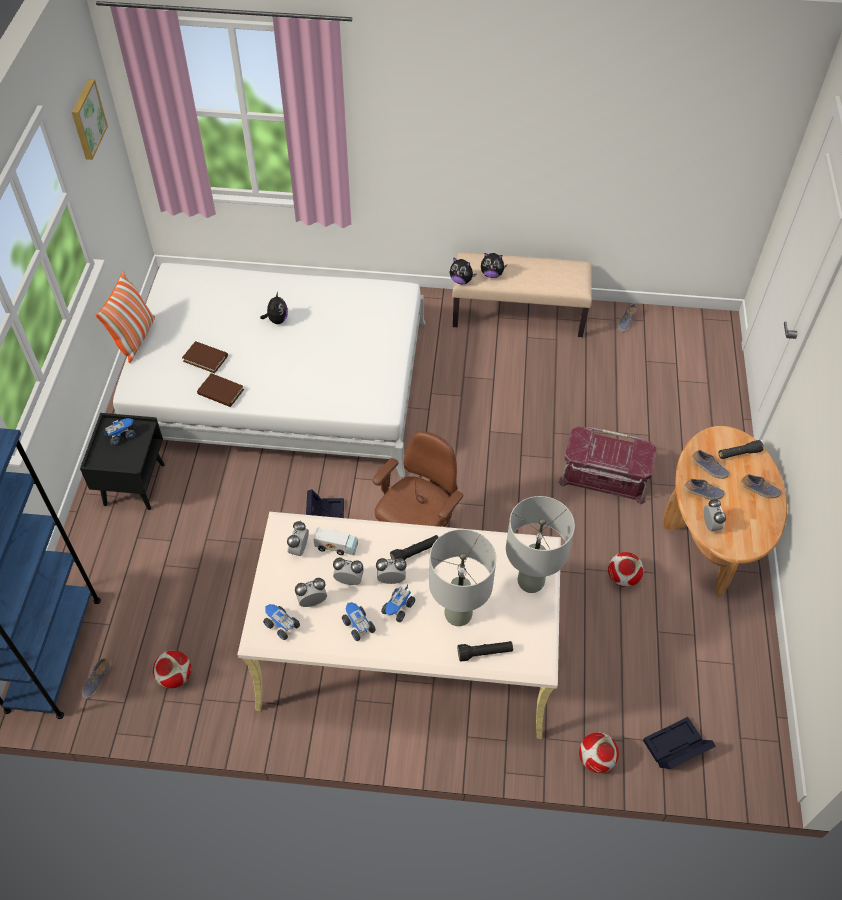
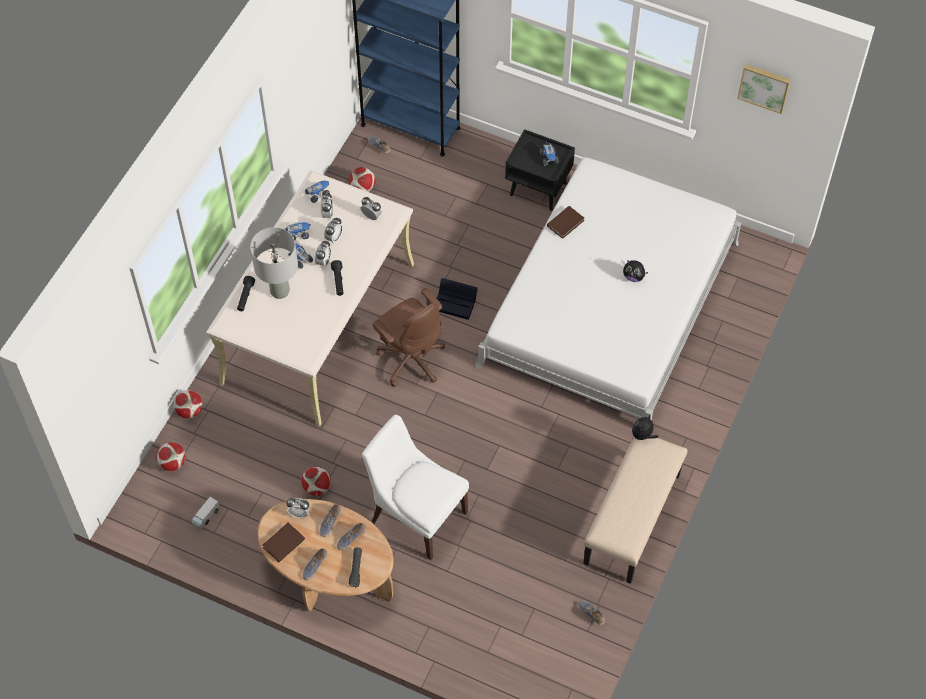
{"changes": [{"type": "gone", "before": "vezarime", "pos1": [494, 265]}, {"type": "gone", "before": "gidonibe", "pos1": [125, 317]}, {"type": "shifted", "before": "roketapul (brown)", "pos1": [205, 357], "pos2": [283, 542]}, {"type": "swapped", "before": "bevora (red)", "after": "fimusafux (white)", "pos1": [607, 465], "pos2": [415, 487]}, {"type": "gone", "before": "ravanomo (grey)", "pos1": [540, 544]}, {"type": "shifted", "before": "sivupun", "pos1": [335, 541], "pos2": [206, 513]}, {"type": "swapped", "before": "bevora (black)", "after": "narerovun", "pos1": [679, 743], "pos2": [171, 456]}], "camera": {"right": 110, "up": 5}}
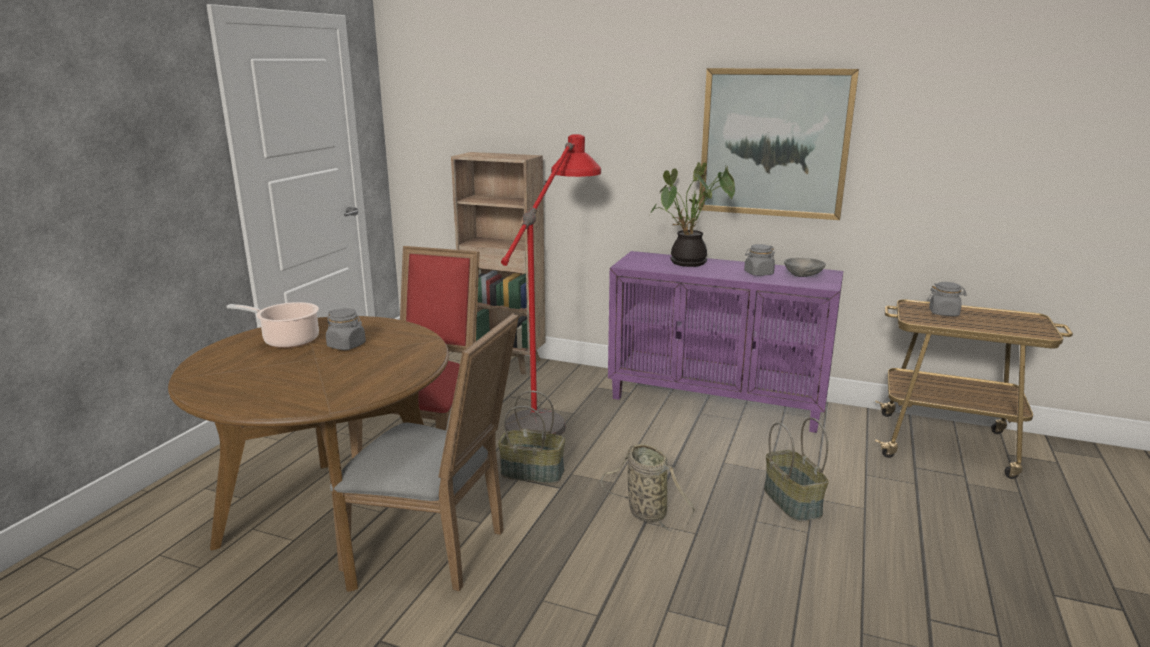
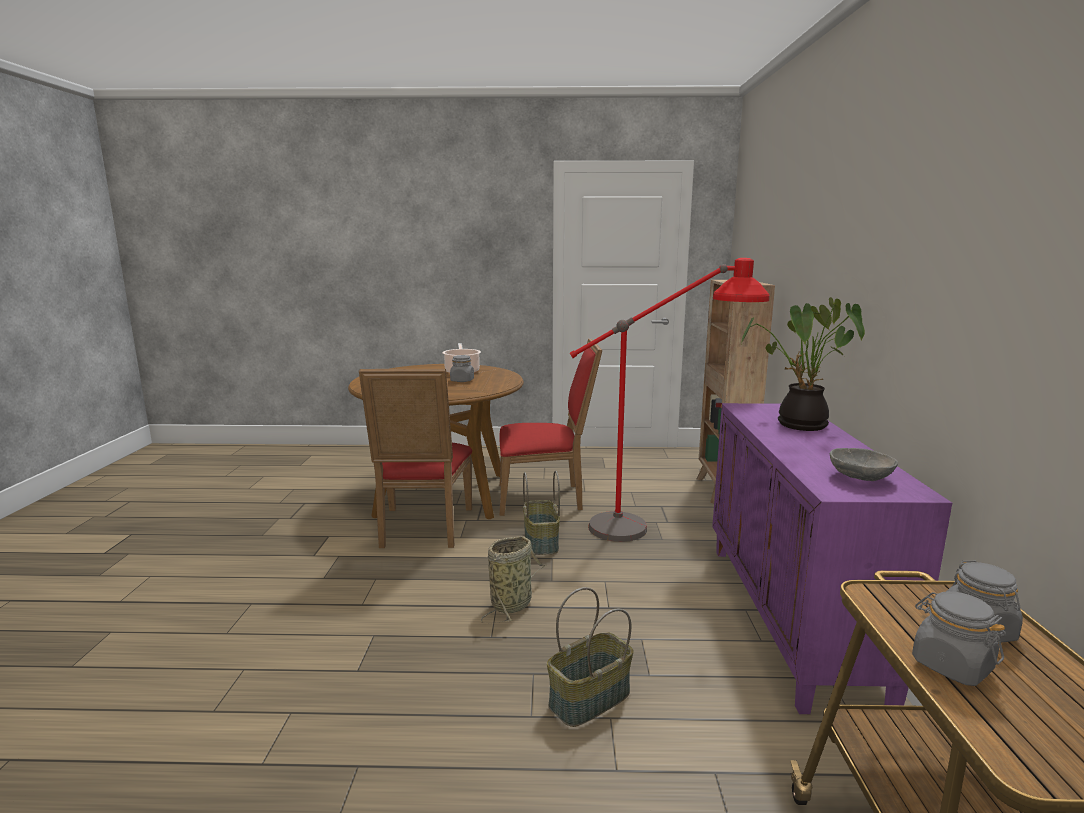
{"changes": [{"type": "gone", "before": "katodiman", "pos1": [778, 144]}, {"type": "shifted", "before": "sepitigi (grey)", "pos1": [759, 260], "pos2": [959, 638]}, {"type": "repainted", "before": "fimusafux (grey)", "after": "fimusafux (red)", "pos1": [424, 452], "pos2": [415, 458]}], "camera": {"right": 70, "up": -5}}
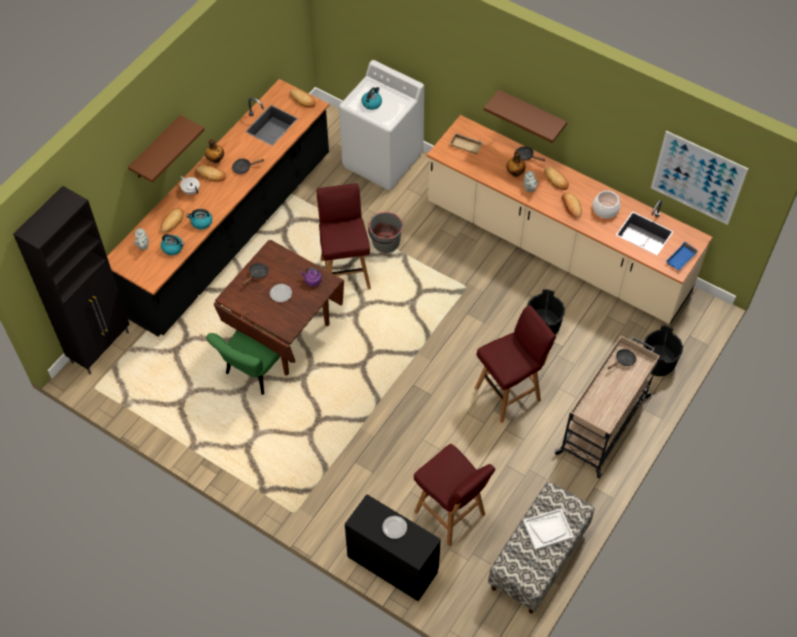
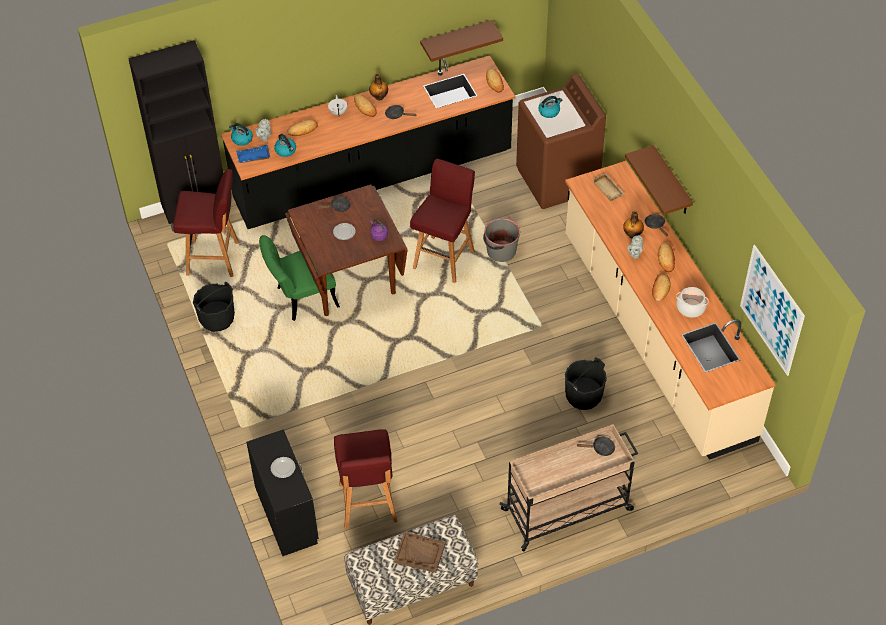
{"changes": [{"type": "repainted", "before": "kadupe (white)", "after": "kadupe (brown)", "pos1": [381, 125], "pos2": [561, 141]}, {"type": "shifted", "before": "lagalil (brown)", "pos1": [166, 149], "pos2": [461, 41]}, {"type": "shifted", "before": "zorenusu", "pos1": [199, 219], "pos2": [241, 134]}, {"type": "shifted", "before": "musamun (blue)", "pos1": [682, 256], "pos2": [253, 154]}, {"type": "shifted", "before": "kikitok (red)", "pos1": [515, 364], "pos2": [206, 223]}, {"type": "shifted", "before": "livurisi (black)", "pos1": [663, 351], "pos2": [214, 307]}, {"type": "repainted", "before": "musamun (white)", "after": "musamun (brown)", "pos1": [548, 529], "pos2": [420, 552]}], "camera": {"right": 35, "up": -5}}
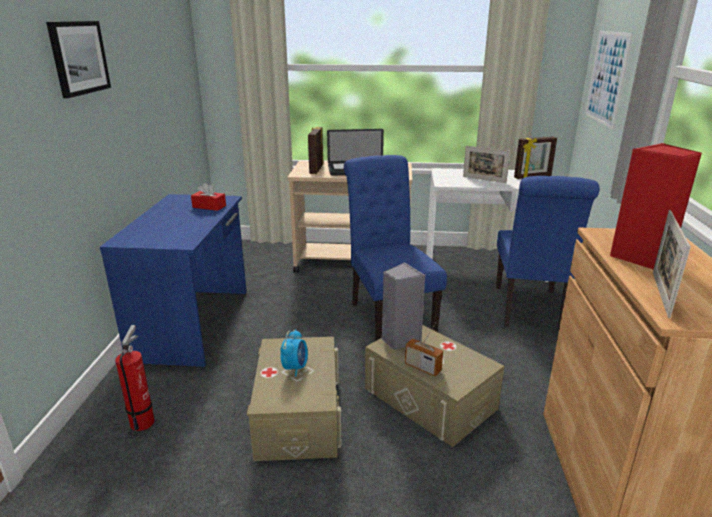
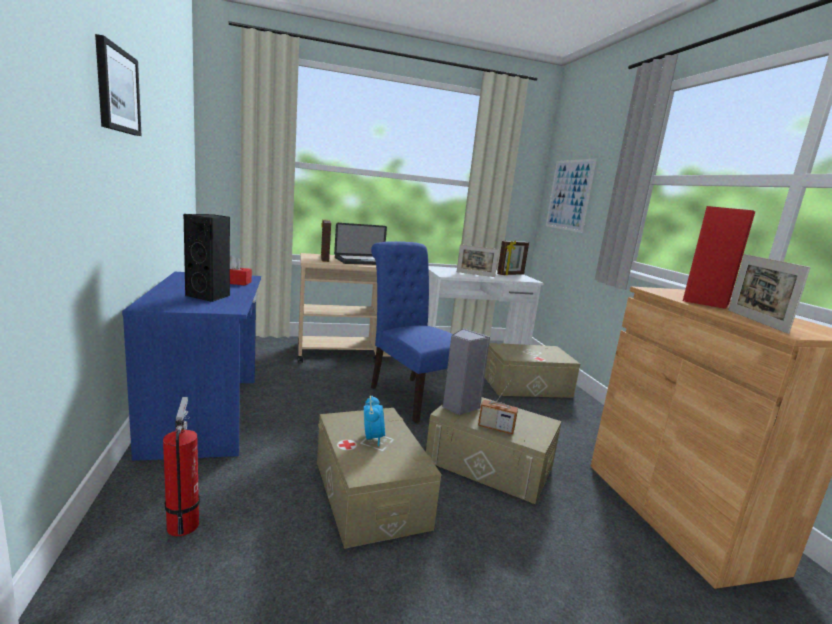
{"changes": [{"type": "swapped", "before": "fimusafux (blue)", "after": "bevora (beige)", "pos1": [547, 252], "pos2": [532, 370]}, {"type": "new", "after": "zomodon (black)", "pos2": [207, 258]}], "camera": {"right": -20, "up": -10}}
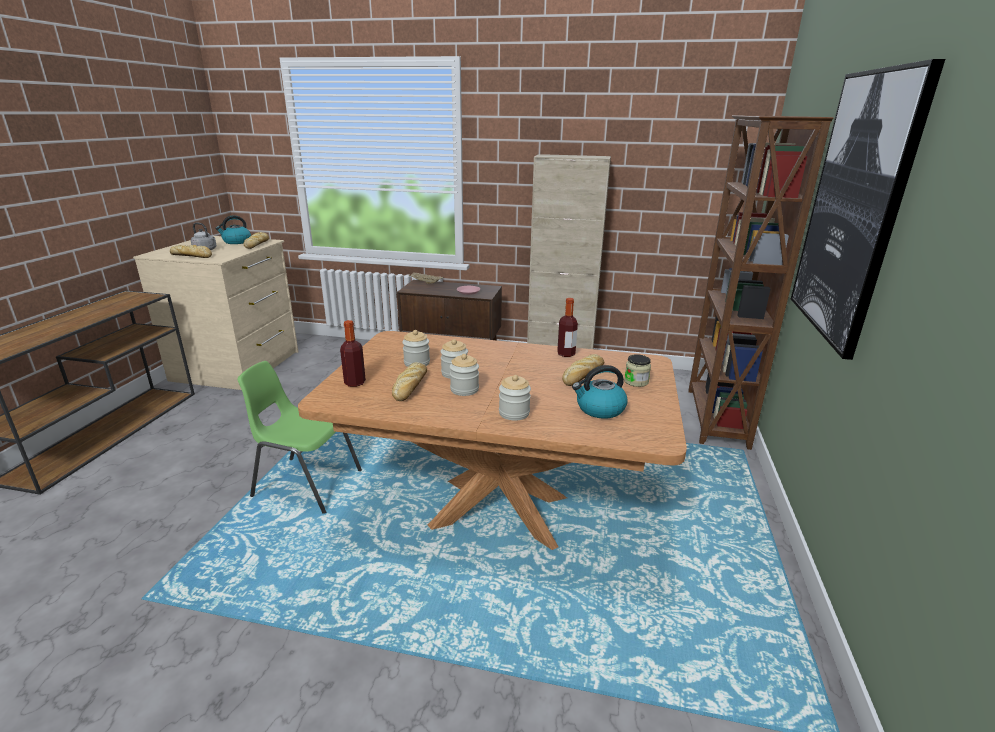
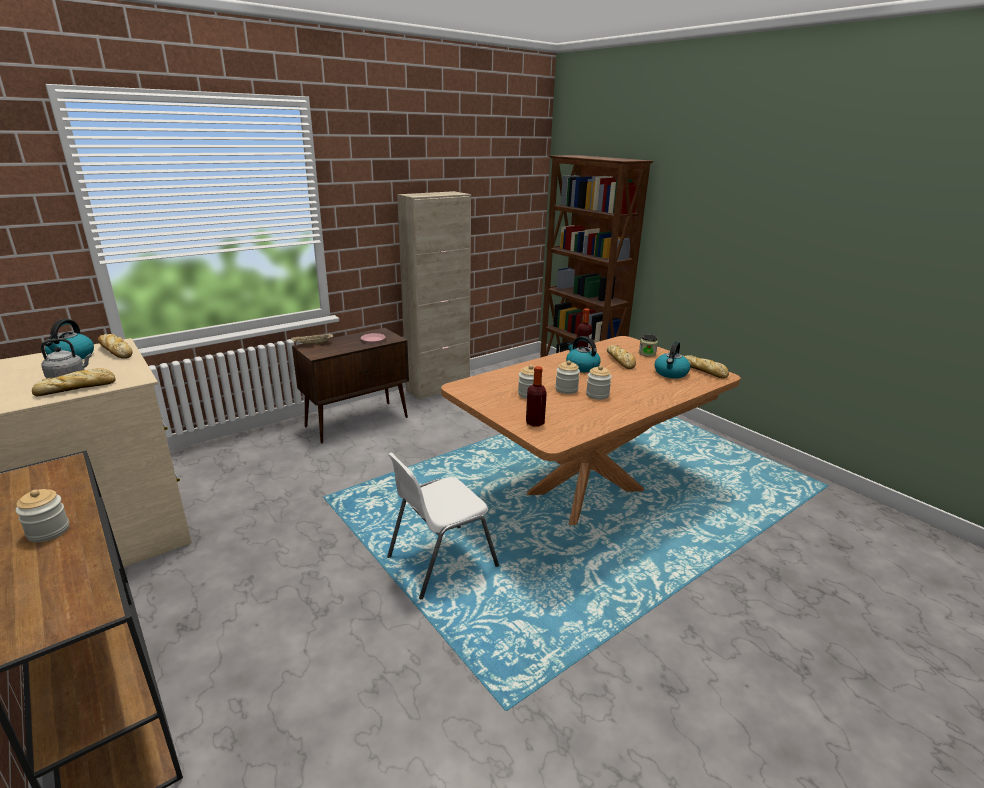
{"changes": [{"type": "gone", "before": "katodiman", "pos1": [868, 209]}, {"type": "repainted", "before": "fimusafux (green)", "after": "fimusafux (white)", "pos1": [300, 437], "pos2": [443, 525]}, {"type": "shifted", "before": "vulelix", "pos1": [409, 381], "pos2": [706, 367]}, {"type": "shifted", "before": "sepitigi", "pos1": [515, 398], "pos2": [42, 515]}, {"type": "new", "after": "zorenusu", "pos2": [583, 354]}], "camera": {"right": -50, "up": 0}}
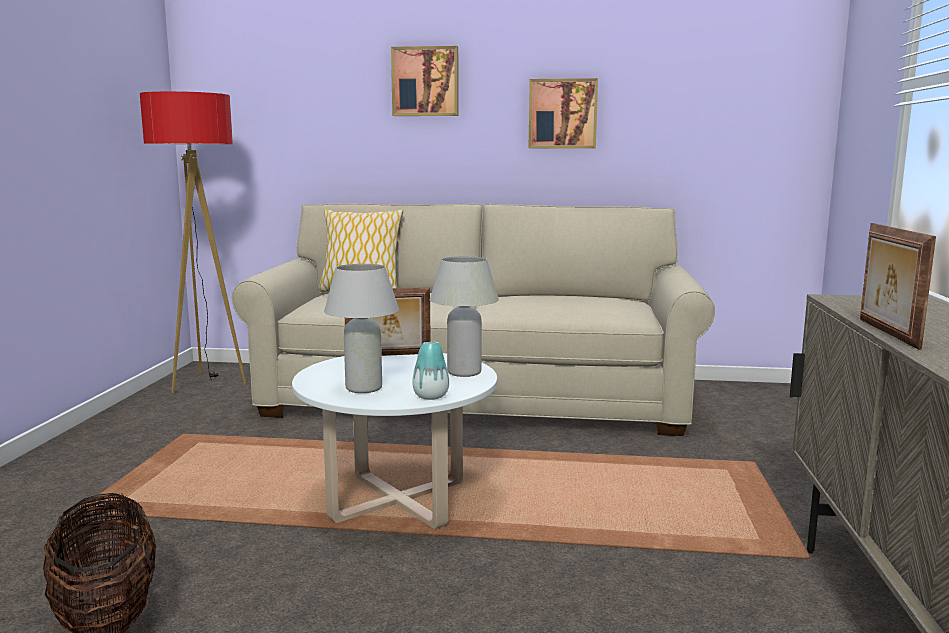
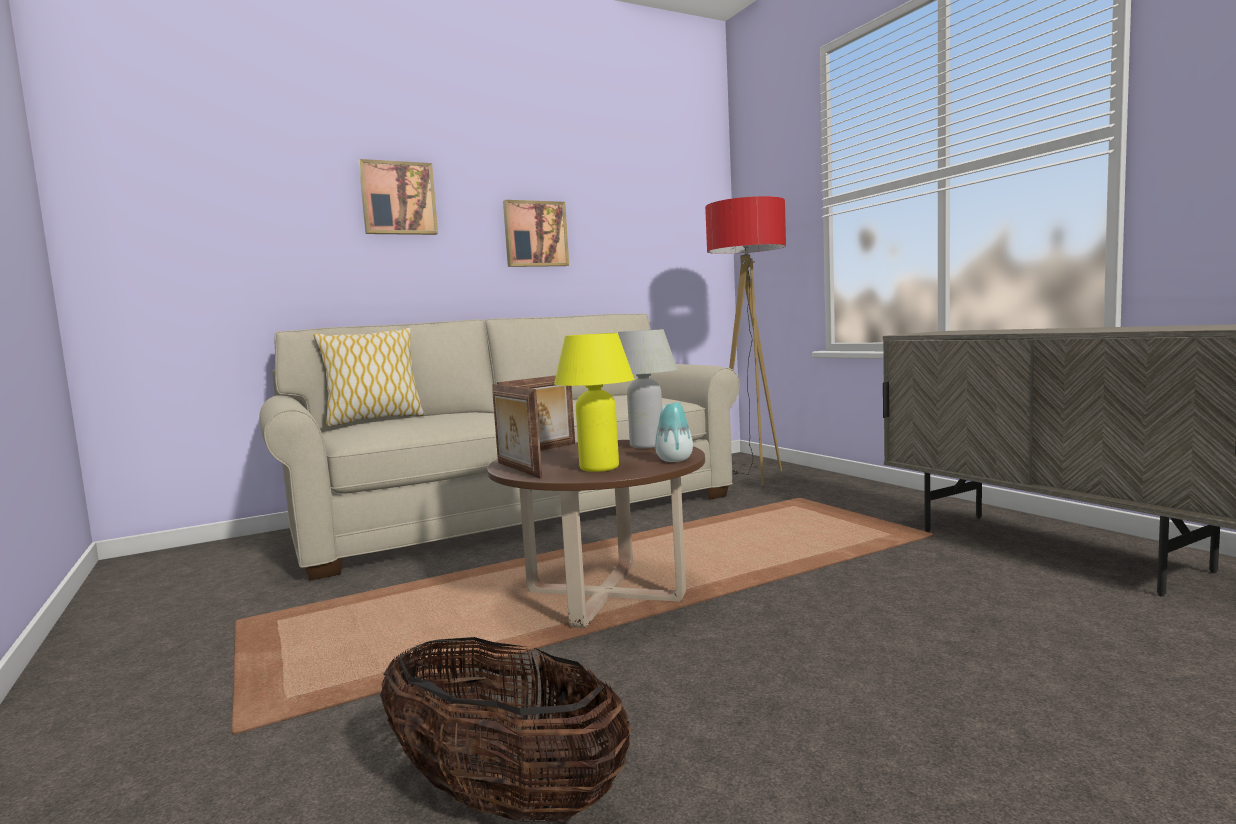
{"changes": [{"type": "shifted", "before": "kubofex", "pos1": [193, 242], "pos2": [745, 340]}, {"type": "shifted", "before": "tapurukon", "pos1": [898, 286], "pos2": [517, 431]}, {"type": "repainted", "before": "ravanomo (white)", "after": "ravanomo (yellow)", "pos1": [361, 328], "pos2": [594, 402]}, {"type": "repainted", "before": "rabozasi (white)", "after": "rabozasi (brown)", "pos1": [394, 441], "pos2": [596, 534]}], "camera": {"right": -35, "up": -5}}
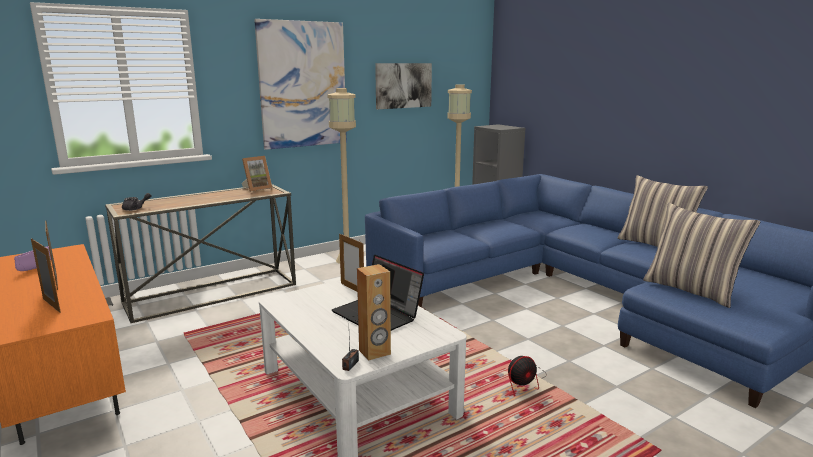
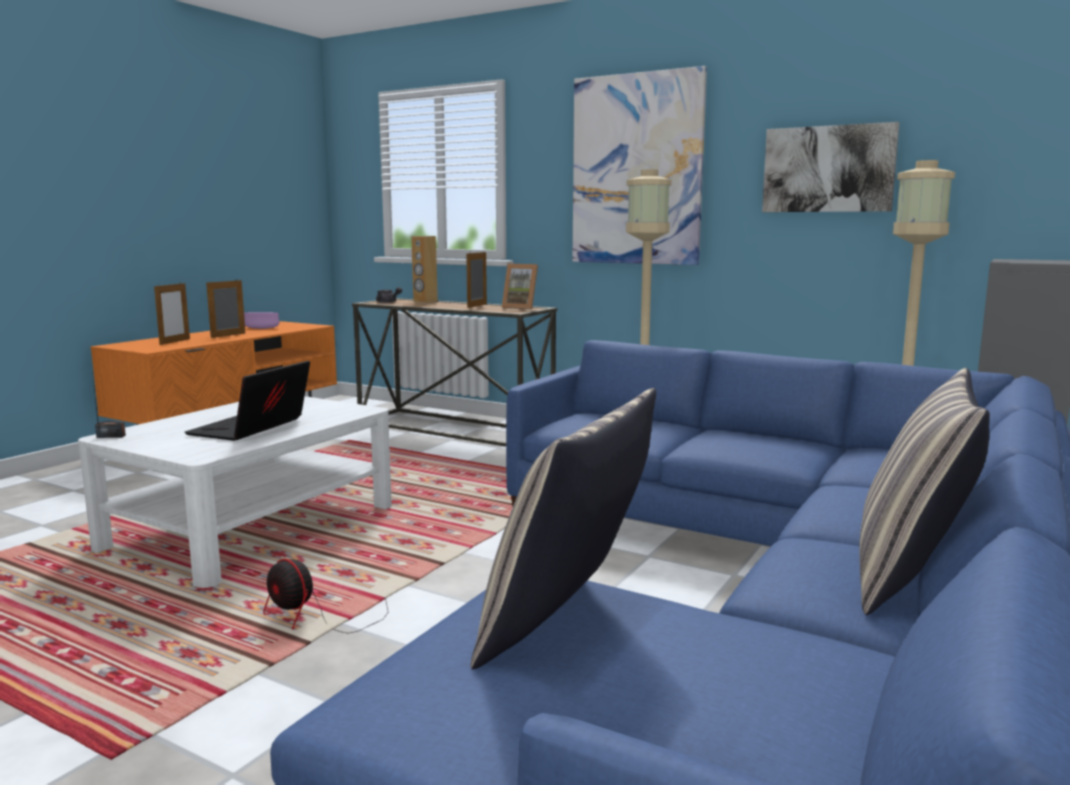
{"changes": [{"type": "shifted", "before": "tapurukon", "pos1": [351, 262], "pos2": [476, 280]}, {"type": "shifted", "before": "zomodon (brown)", "pos1": [374, 312], "pos2": [424, 269]}], "camera": {"right": 65, "up": -5}}
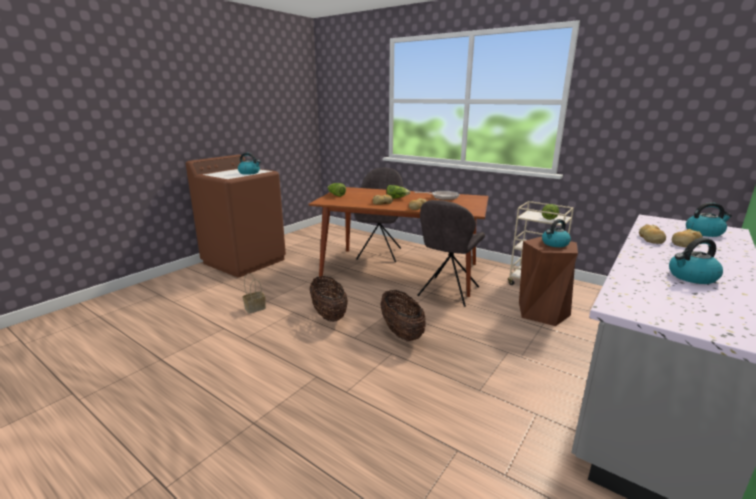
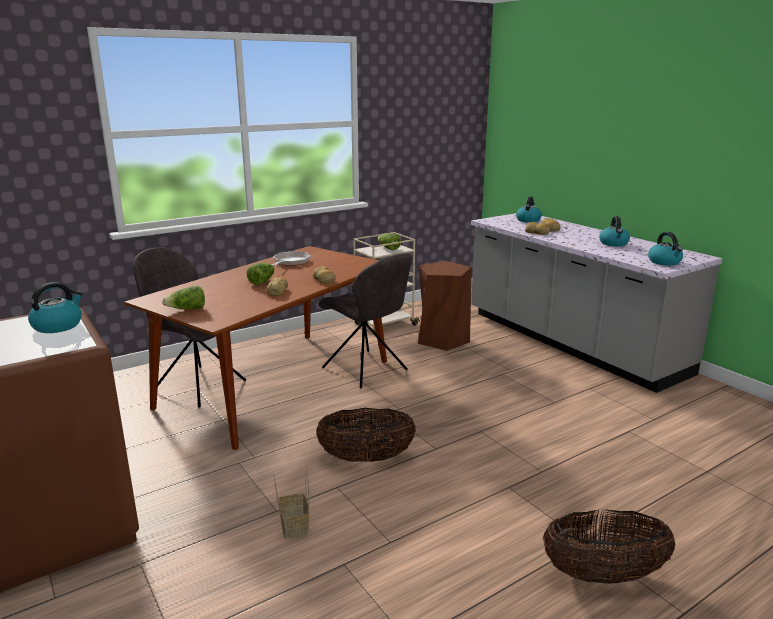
{"changes": [{"type": "shifted", "before": "zorenusu", "pos1": [556, 233], "pos2": [665, 249]}, {"type": "shifted", "before": "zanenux", "pos1": [403, 315], "pos2": [609, 546]}], "camera": {"right": -70, "up": 0}}
